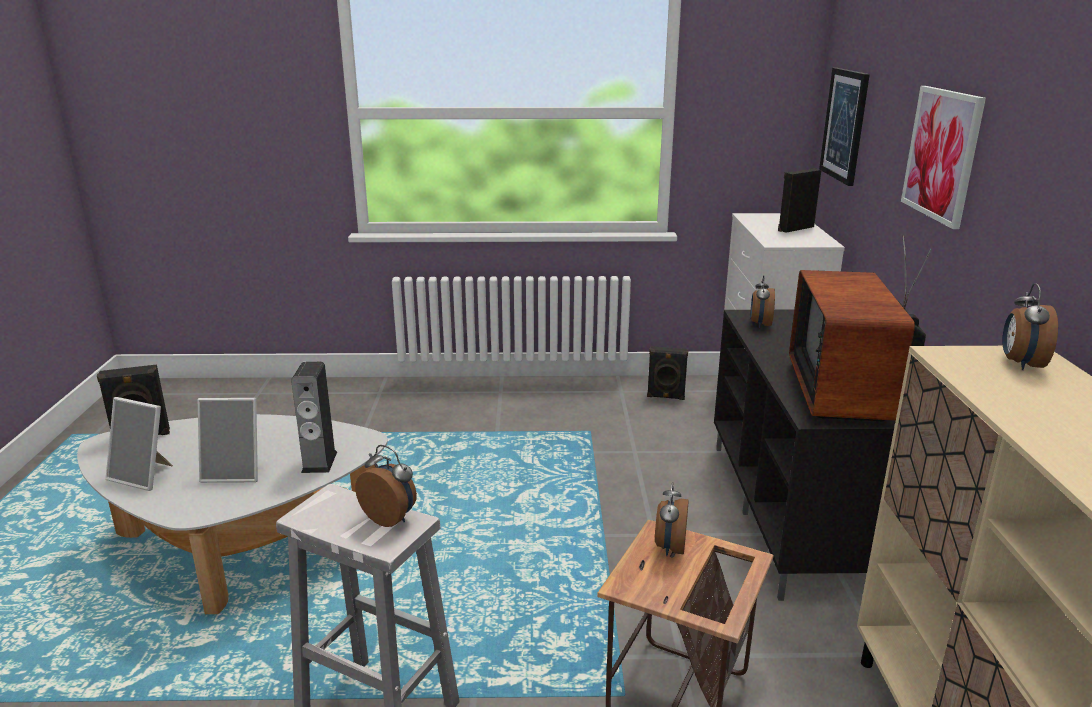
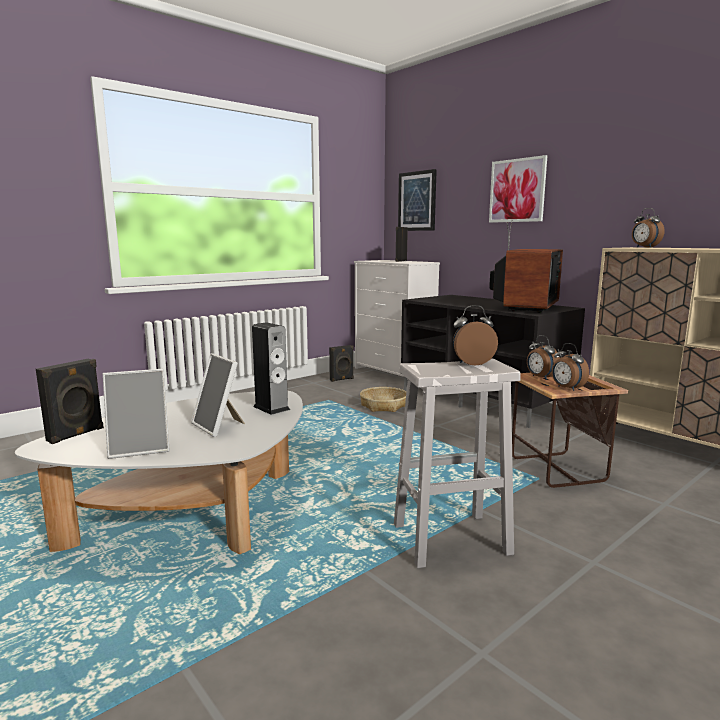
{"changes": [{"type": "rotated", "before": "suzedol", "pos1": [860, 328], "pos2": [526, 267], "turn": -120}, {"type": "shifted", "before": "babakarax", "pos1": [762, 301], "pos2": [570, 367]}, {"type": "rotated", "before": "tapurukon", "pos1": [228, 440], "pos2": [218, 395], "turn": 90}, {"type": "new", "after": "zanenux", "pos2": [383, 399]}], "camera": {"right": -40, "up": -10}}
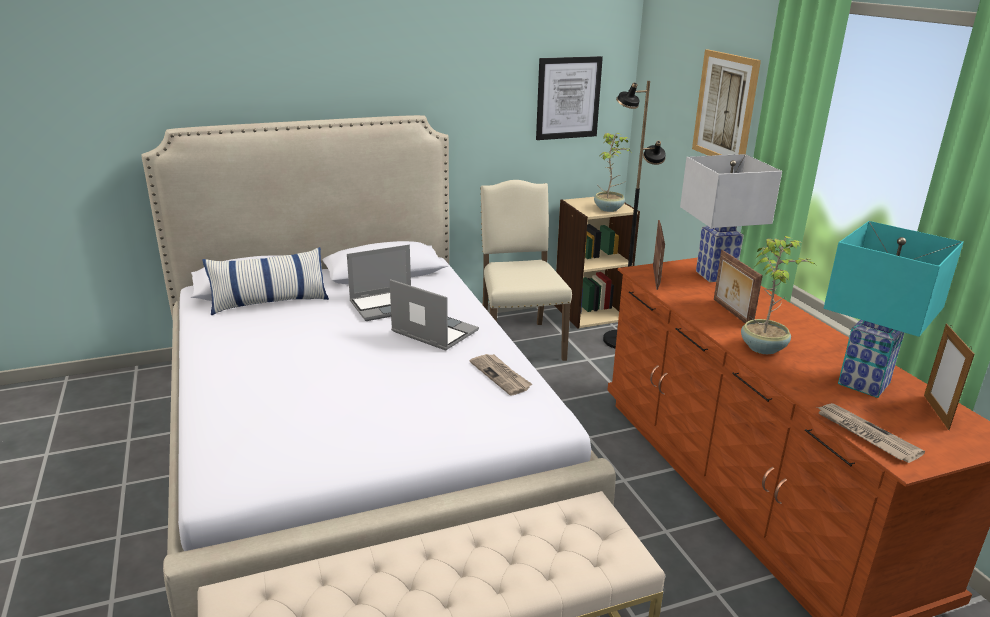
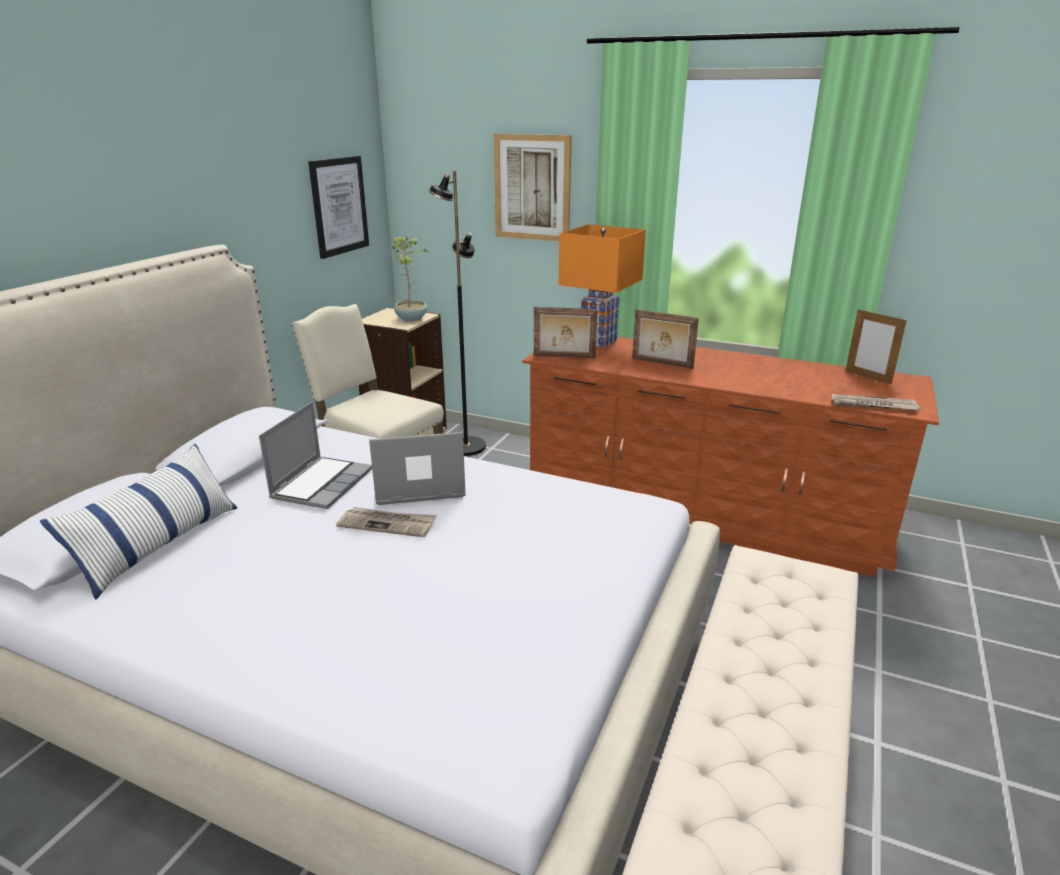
{"changes": [{"type": "repainted", "before": "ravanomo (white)", "after": "ravanomo (orange)", "pos1": [731, 218], "pos2": [602, 286]}, {"type": "rotated", "before": "tapurukon", "pos1": [659, 255], "pos2": [566, 332], "turn": 135}, {"type": "gone", "before": "ravanomo (turquoise)", "pos1": [893, 309]}, {"type": "gone", "before": "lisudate", "pos1": [778, 295]}, {"type": "shifted", "before": "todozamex", "pos1": [501, 374], "pos2": [386, 522]}], "camera": {"right": -45, "up": 0}}
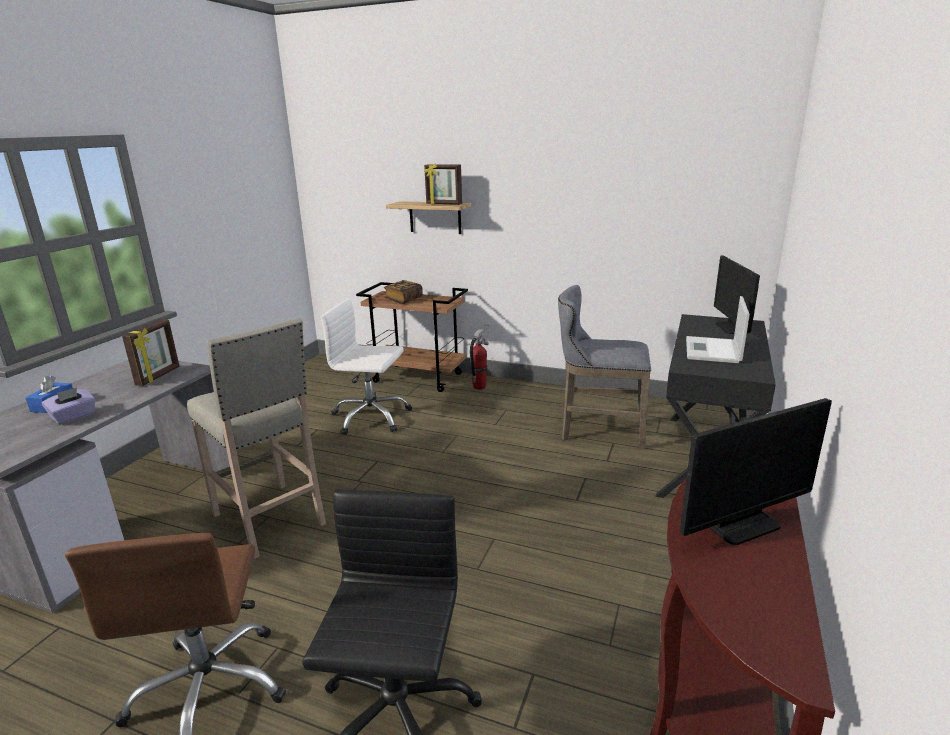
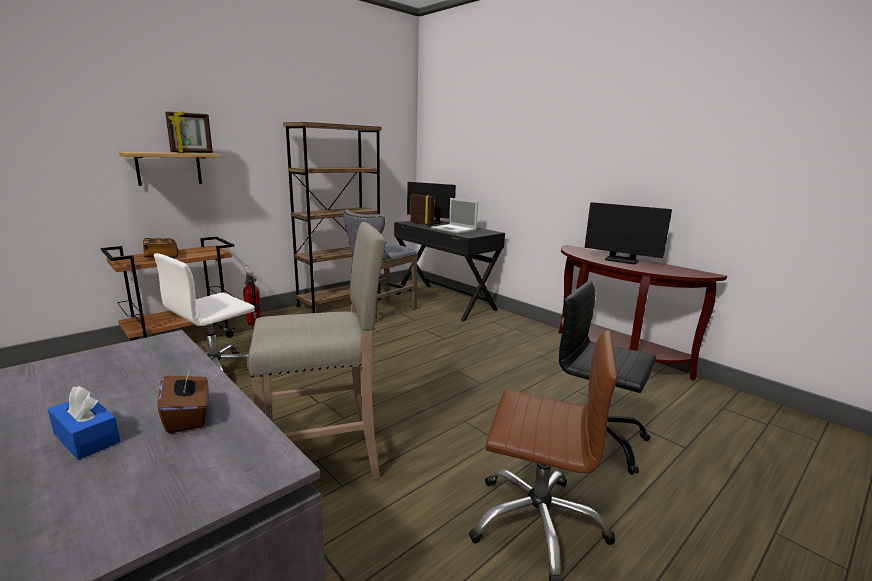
{"changes": [{"type": "shifted", "before": "tapurukon", "pos1": [151, 353], "pos2": [422, 210]}, {"type": "repainted", "before": "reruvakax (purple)", "after": "reruvakax (brown)", "pos1": [68, 406], "pos2": [183, 400]}, {"type": "rotated", "before": "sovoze", "pos1": [756, 471], "pos2": [628, 233], "turn": 120}, {"type": "new", "after": "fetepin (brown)", "pos2": [332, 217]}], "camera": {"right": -65, "up": -5}}
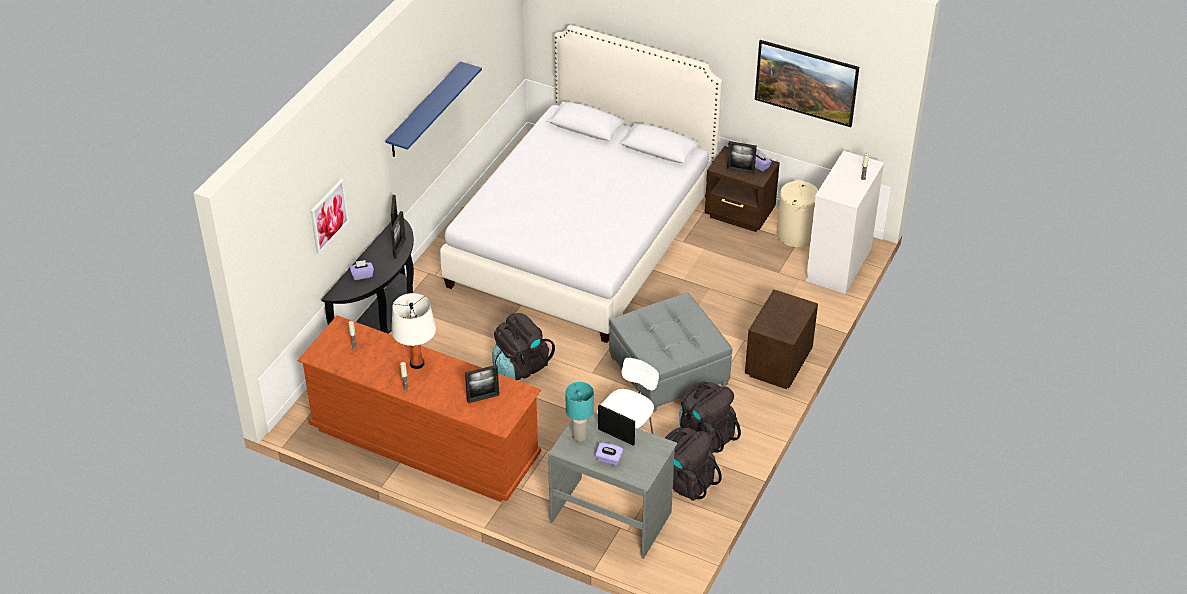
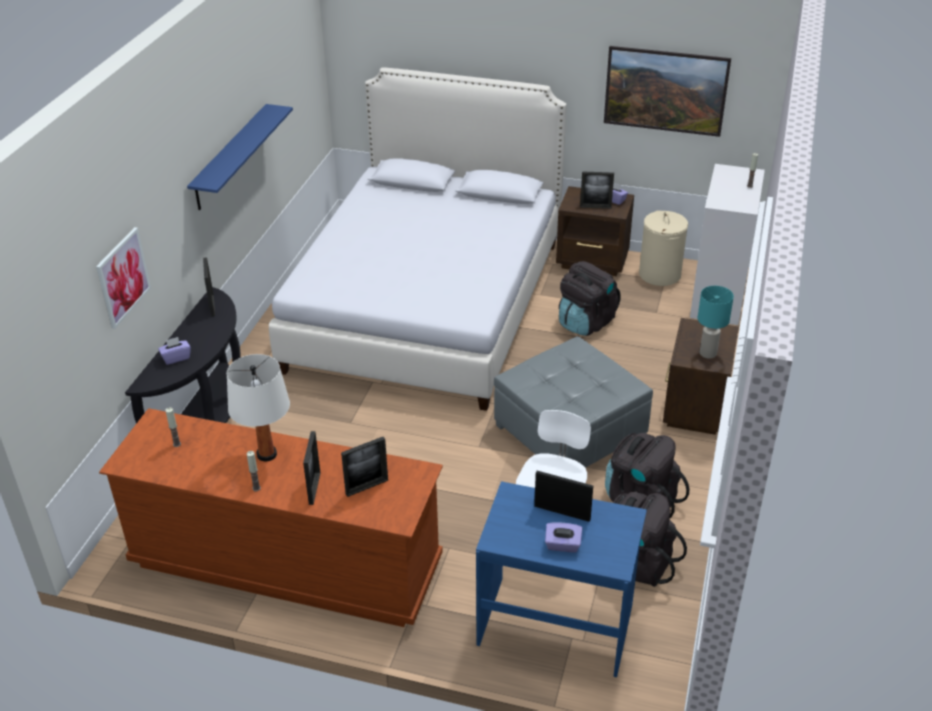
{"changes": [{"type": "shifted", "before": "tapurukon", "pos1": [398, 235], "pos2": [311, 468]}, {"type": "shifted", "before": "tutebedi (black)", "pos1": [524, 346], "pos2": [590, 298]}, {"type": "shifted", "before": "ravanomo (turquoise)", "pos1": [579, 412], "pos2": [715, 322]}, {"type": "repainted", "before": "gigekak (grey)", "after": "gigekak (blue)", "pos1": [612, 485], "pos2": [561, 579]}], "camera": {"right": -10, "up": -5}}
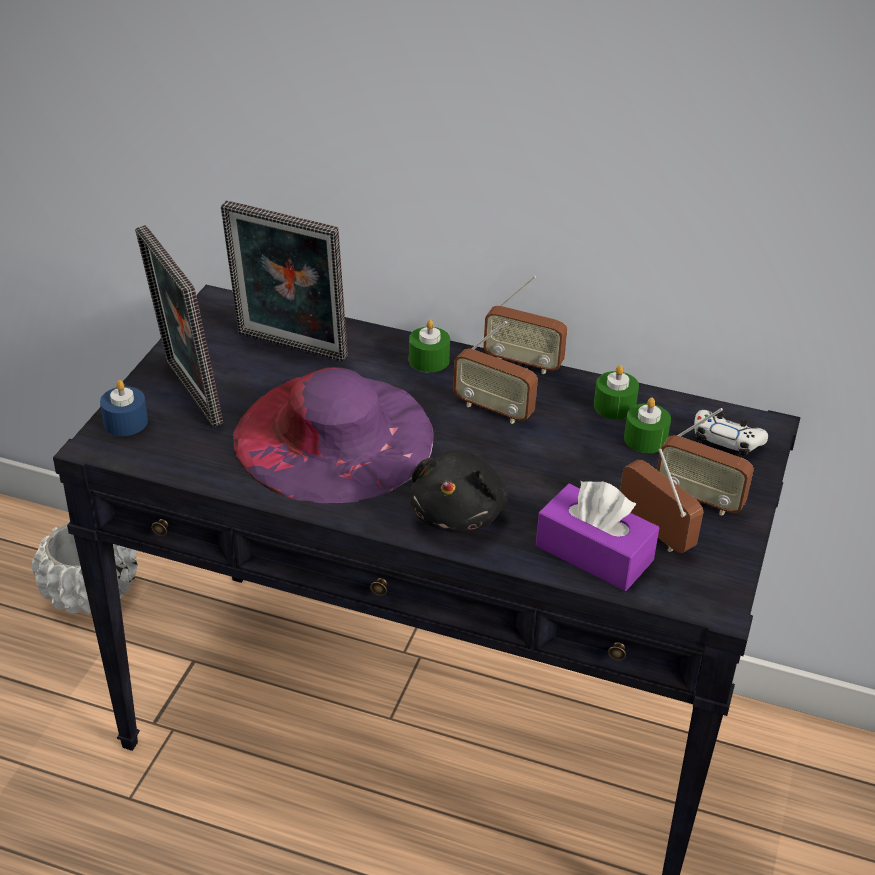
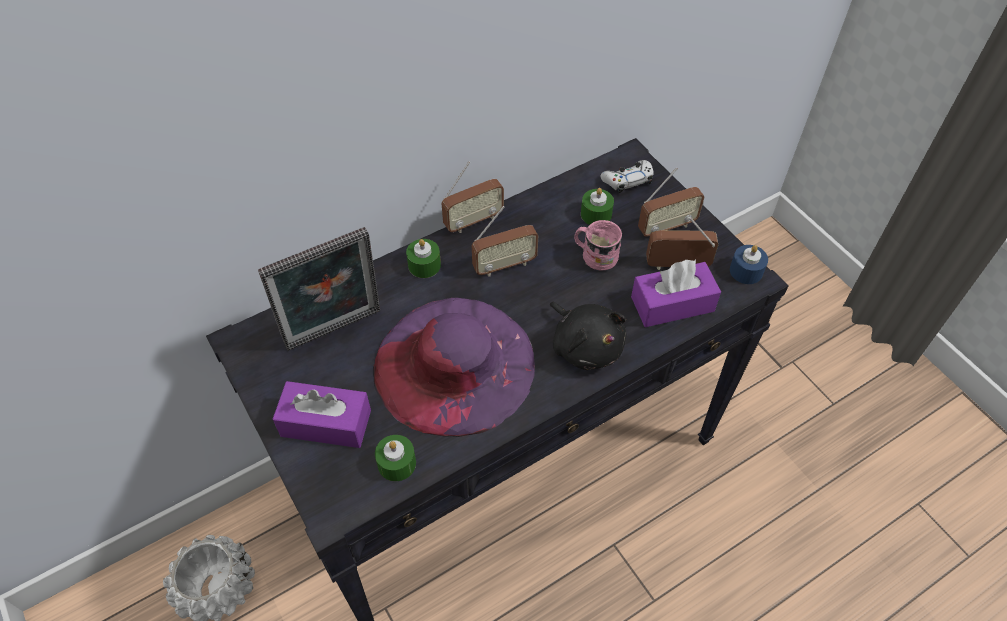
{"changes": [{"type": "swapped", "before": "tapurukon", "after": "reruvakax (purple)", "pos1": [179, 326], "pos2": [322, 414]}, {"type": "shifted", "before": "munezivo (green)", "pos1": [616, 392], "pos2": [395, 458]}, {"type": "shifted", "before": "munezivo (blue)", "pos1": [124, 408], "pos2": [749, 264]}, {"type": "new", "after": "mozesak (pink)", "pos2": [598, 245]}], "camera": {"right": -50, "up": 15}}
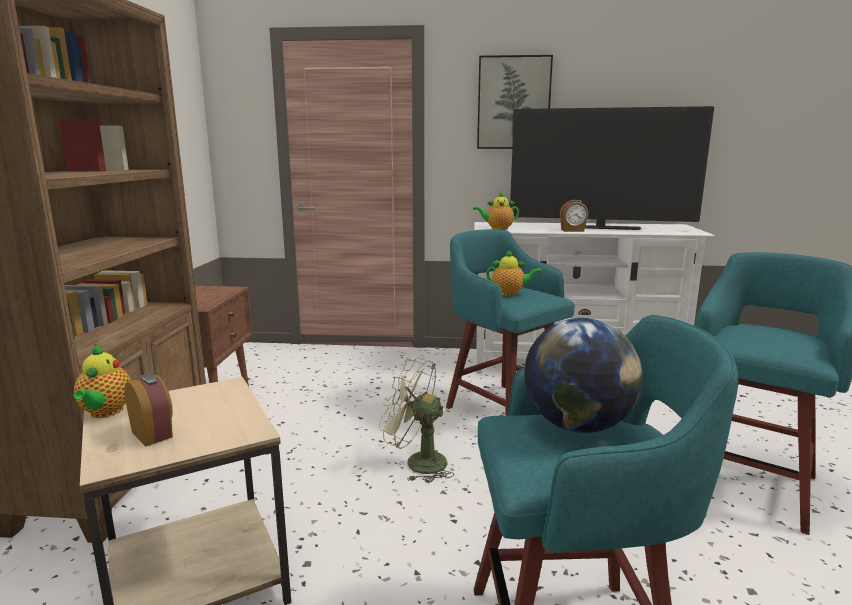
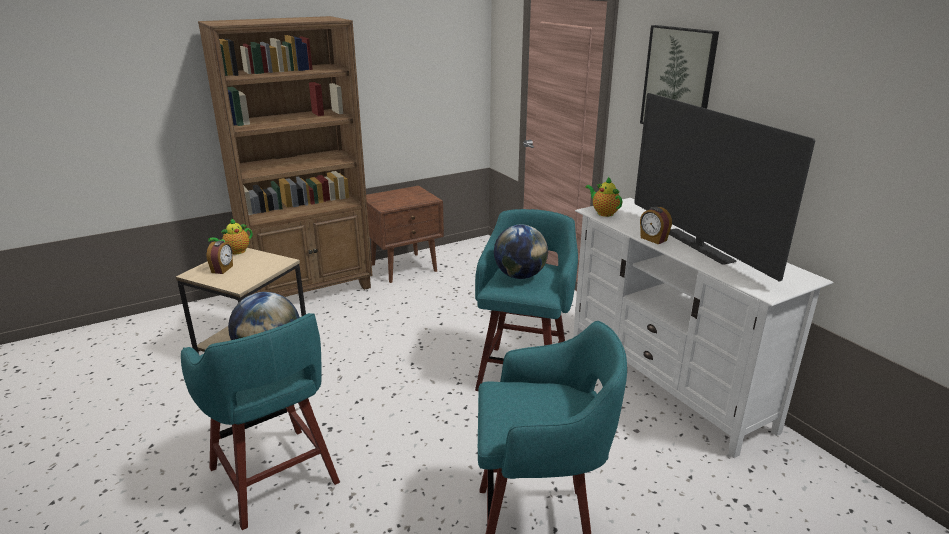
{"changes": [{"type": "swapped", "before": "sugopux", "after": "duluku", "pos1": [514, 273], "pos2": [521, 251]}, {"type": "gone", "before": "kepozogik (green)", "pos1": [416, 420]}], "camera": {"right": 55, "up": 10}}
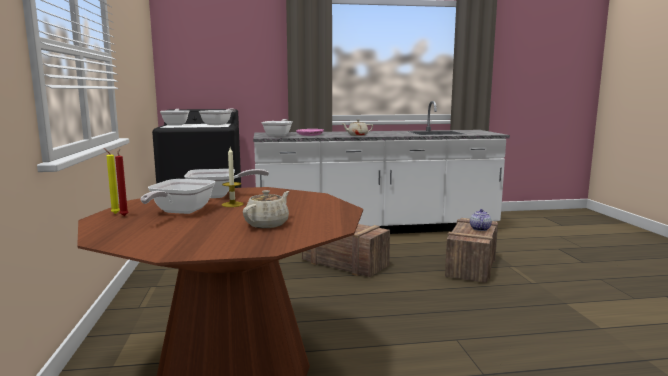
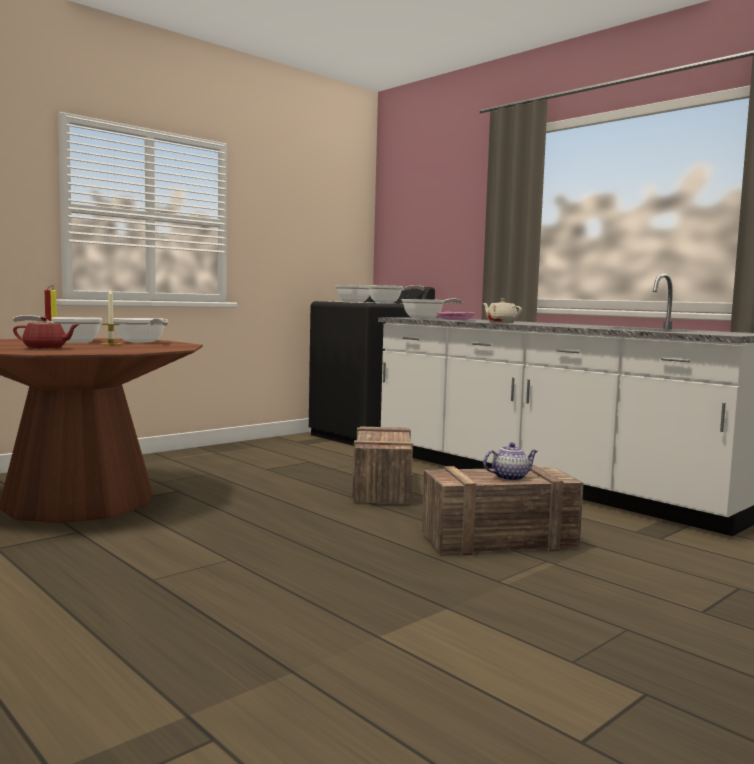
{"changes": [{"type": "repainted", "before": "sugopux (beige)", "after": "sugopux (red)", "pos1": [266, 209], "pos2": [46, 333]}], "camera": {"right": 55, "up": -5}}
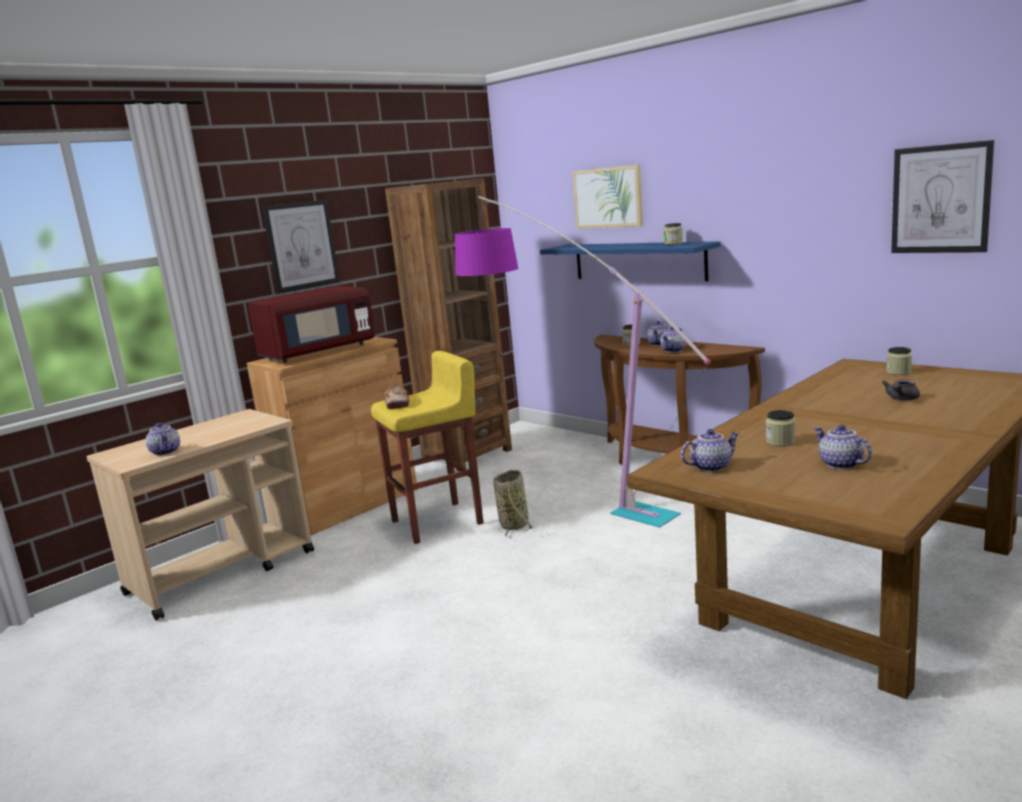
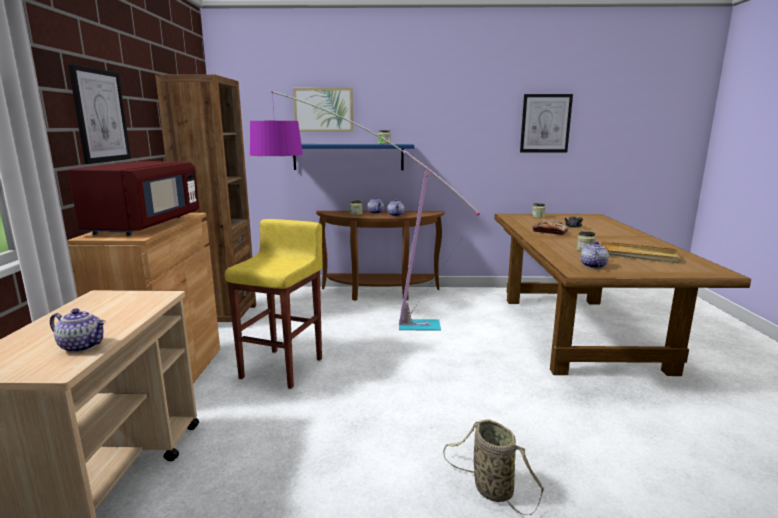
{"changes": [{"type": "shifted", "before": "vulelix", "pos1": [396, 397], "pos2": [550, 227]}, {"type": "swapped", "before": "sugopux", "after": "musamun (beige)", "pos1": [843, 447], "pos2": [641, 252]}, {"type": "shifted", "before": "zanenux", "pos1": [513, 504], "pos2": [493, 467]}], "camera": {"right": -45, "up": 0}}
